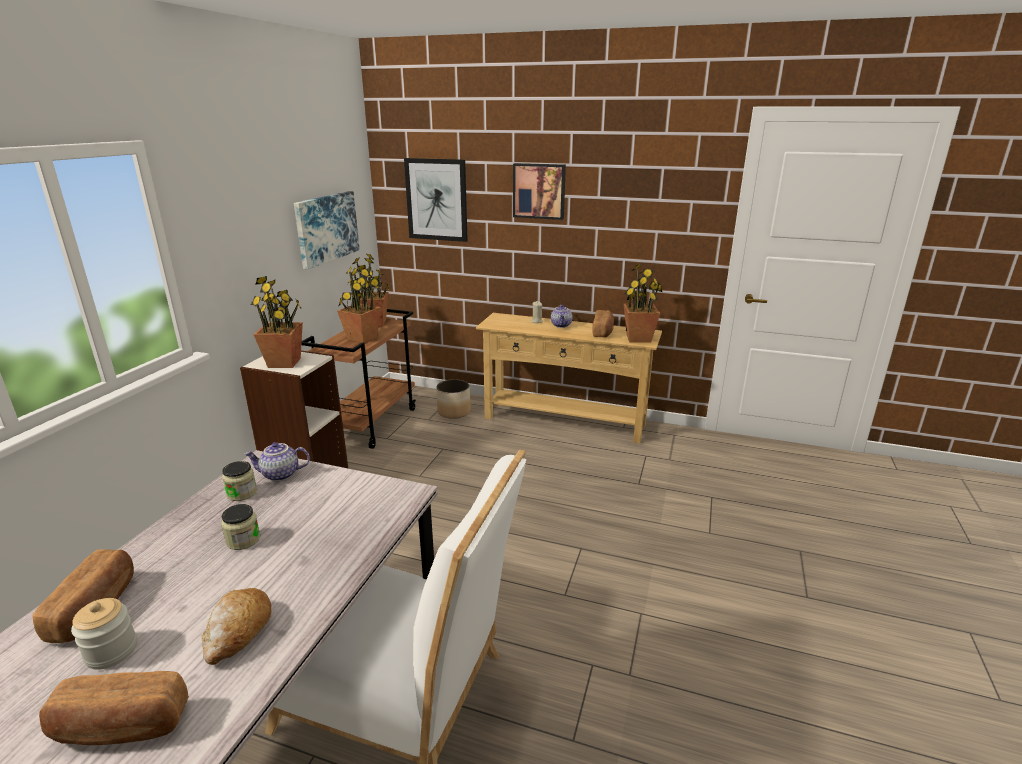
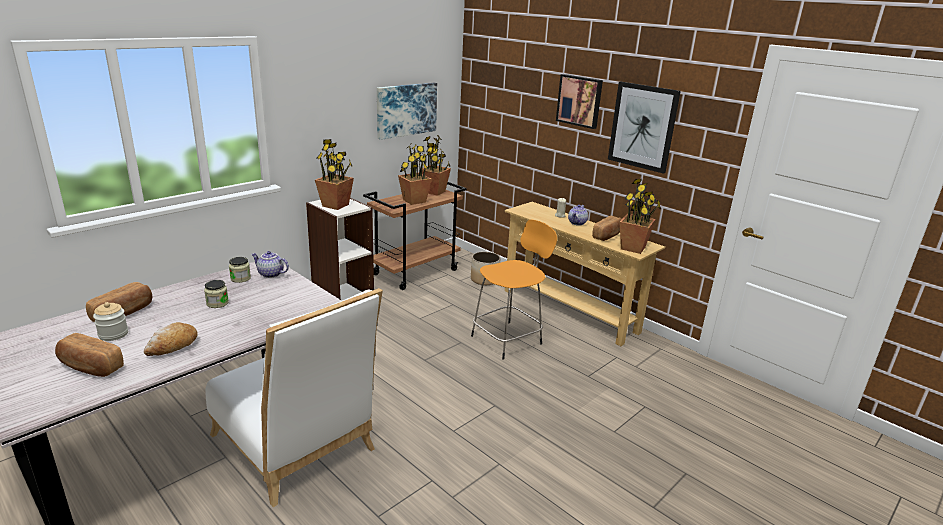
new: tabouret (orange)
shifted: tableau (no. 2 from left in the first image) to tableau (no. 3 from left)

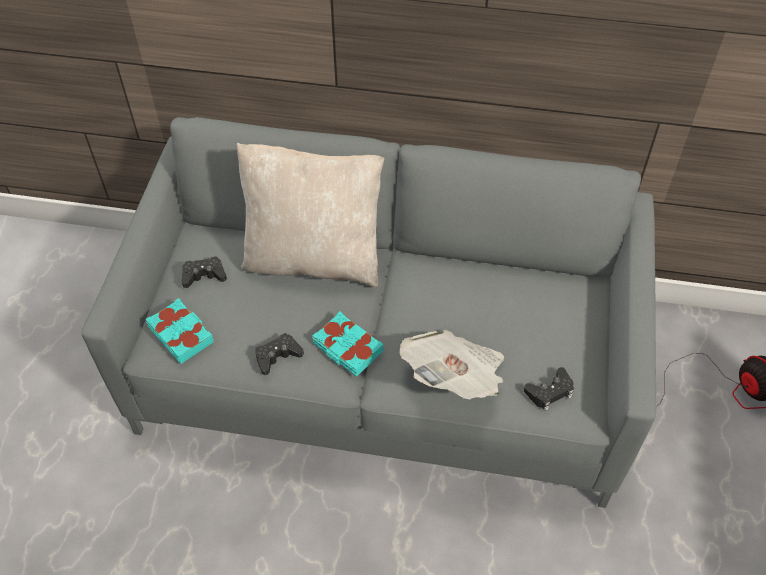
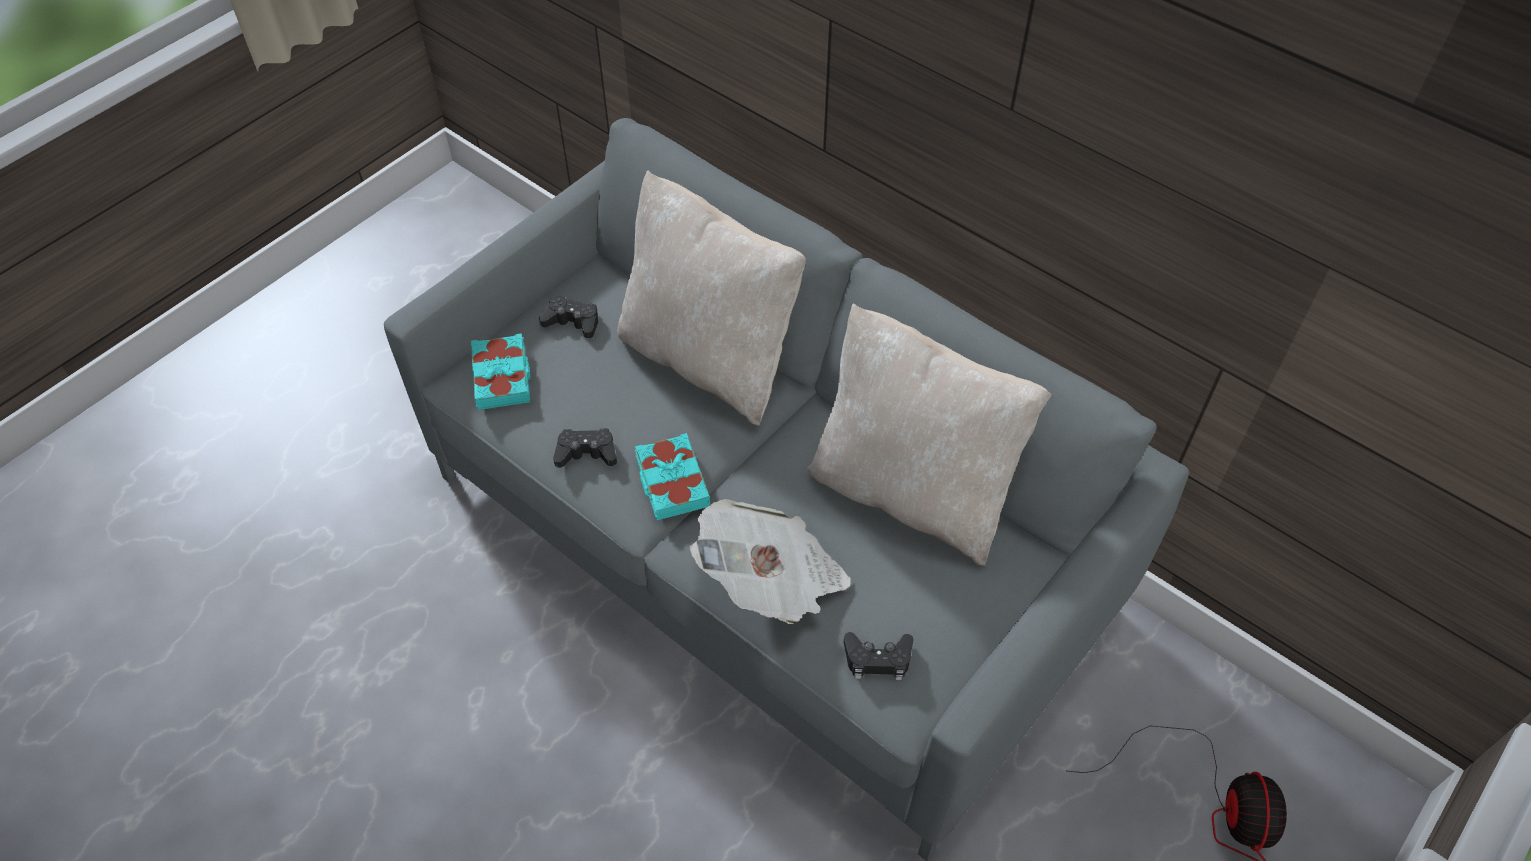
new: coussin (beige) (no. 2 from left)

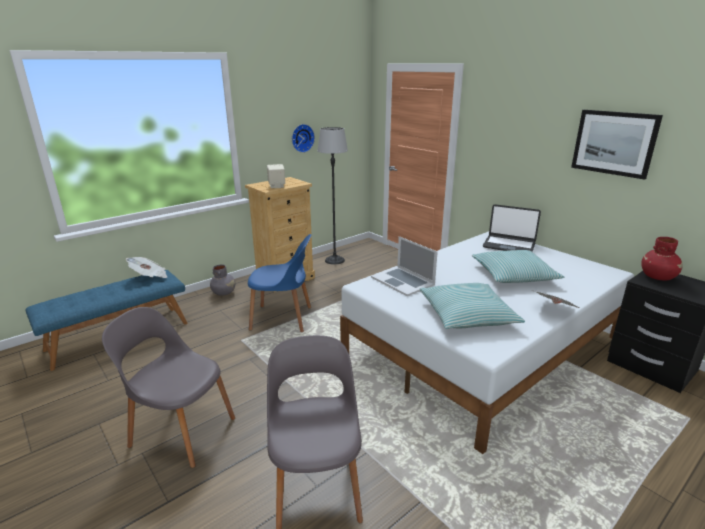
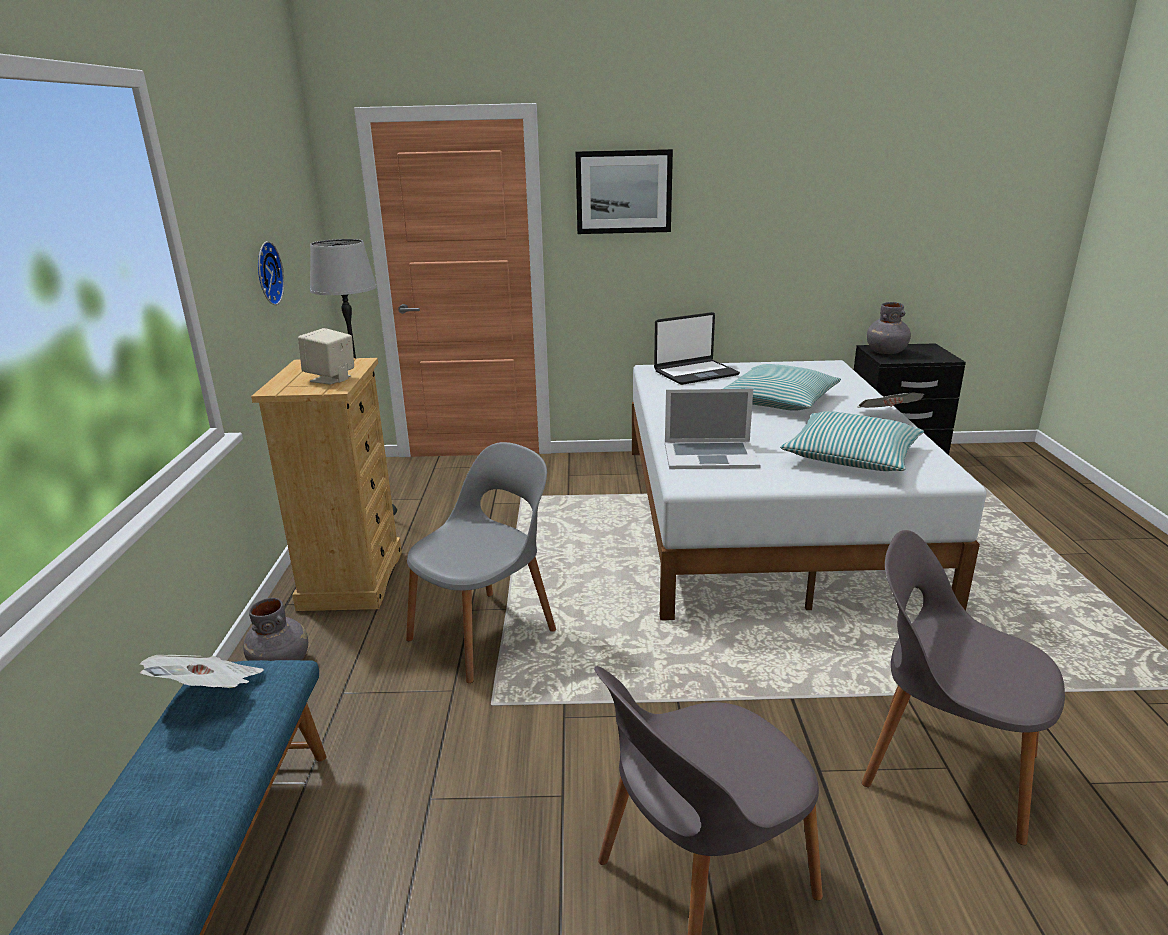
shifted: tableau
repainted: chaise (bleu) to chaise (gris) (no. 1 from left); vase (rouge) to vase (gris) (no. 2 from left)

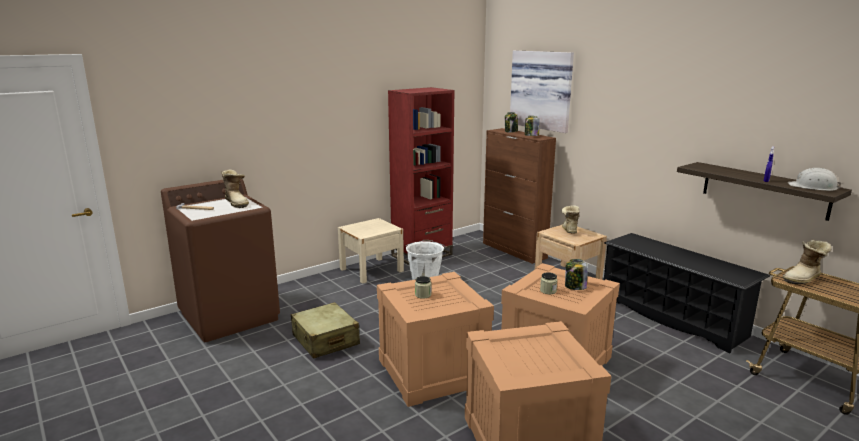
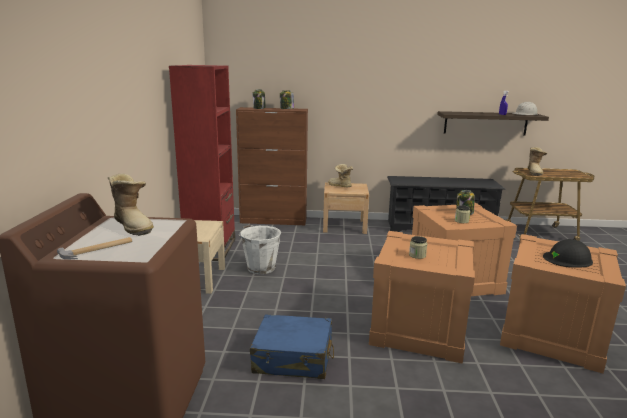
gone: tableau
new: casque de chantier (noir)
repainted: valise (beige) to valise (bleu)
rotated: botte (no. 1 from left) 45 degrees clockwise

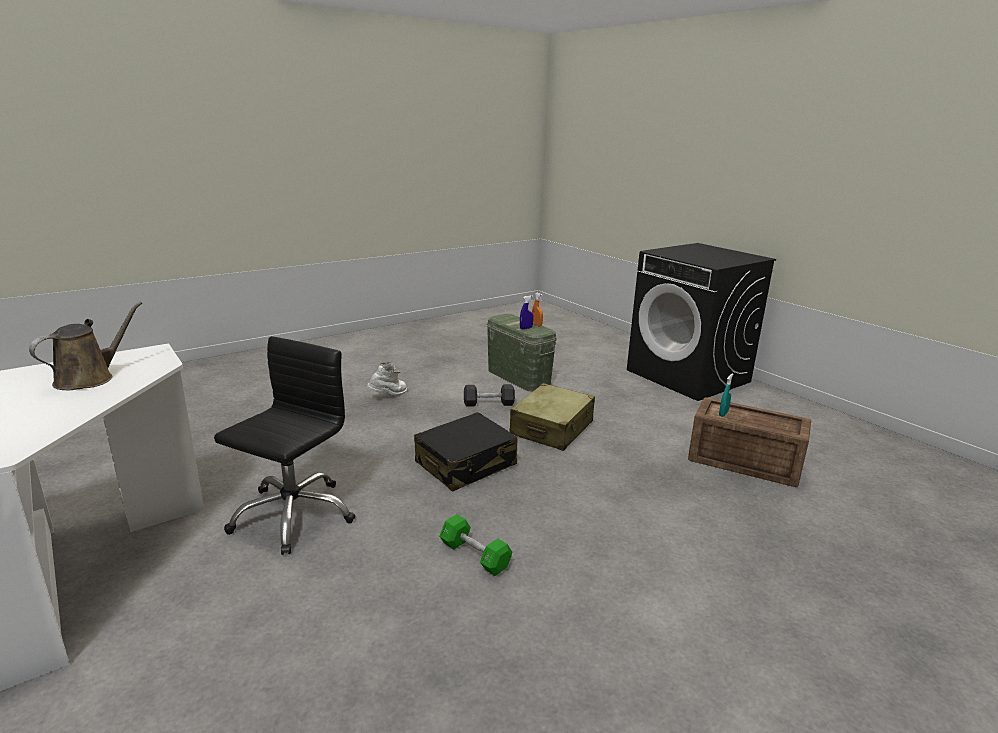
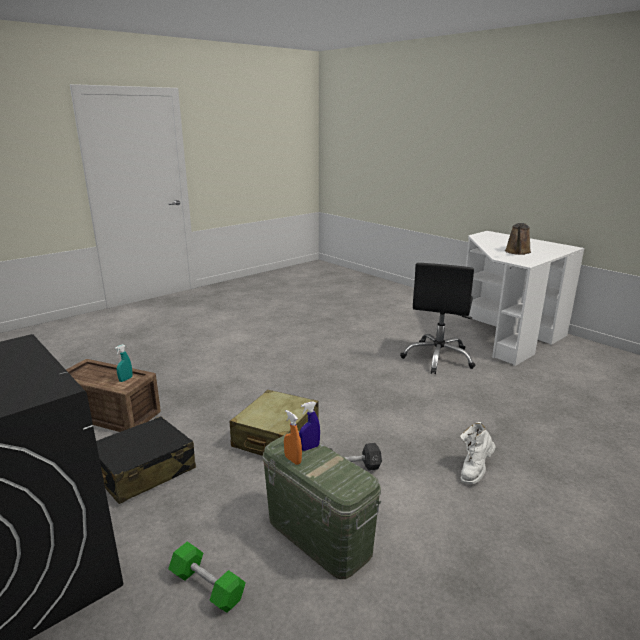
shifted: valise (noir); haltère (vert)

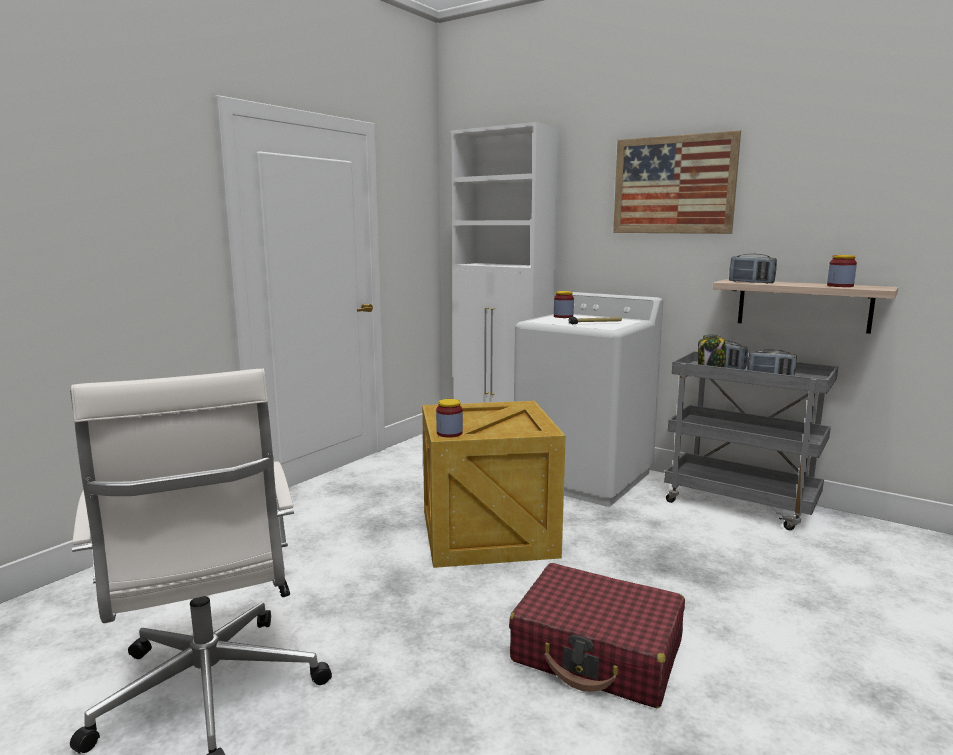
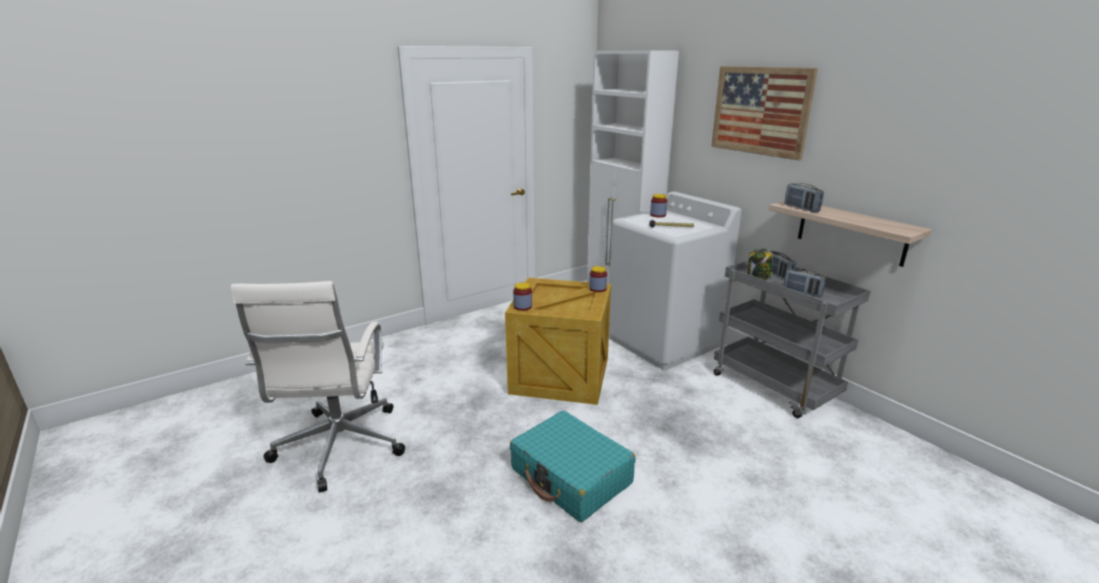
shifted: bocal (no. 4 from left in the first image) to bocal (no. 2 from left)
repainted: valise (rouge) to valise (turquoise)

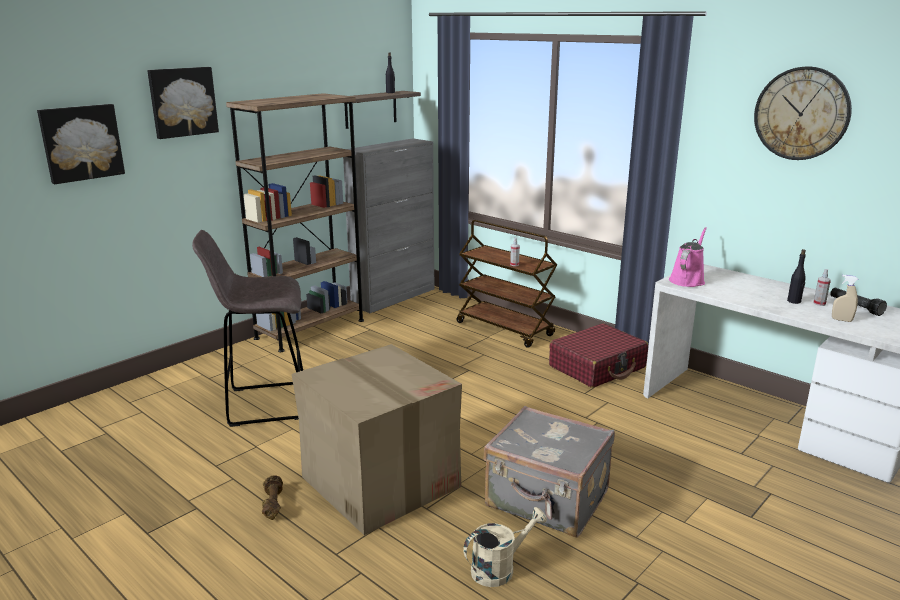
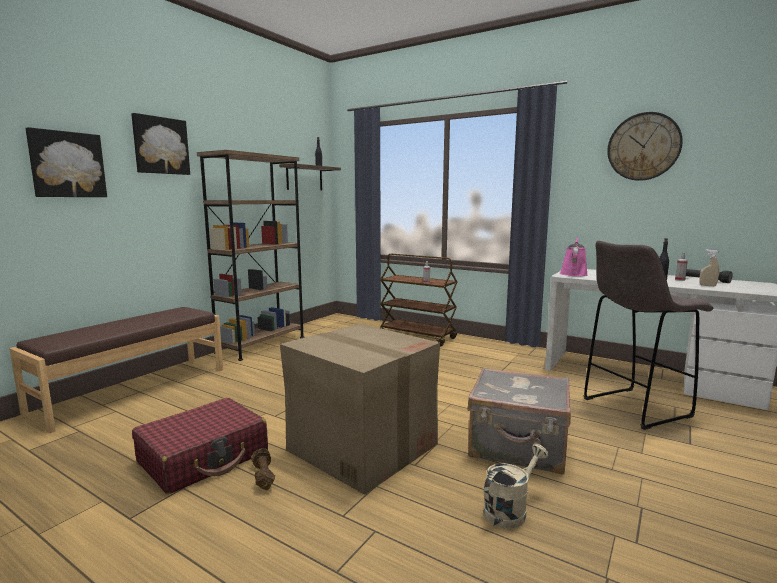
gone: meuble de rangement (gris)
new: banc (marron)
shifted: tabouret (gris); valise (rouge)

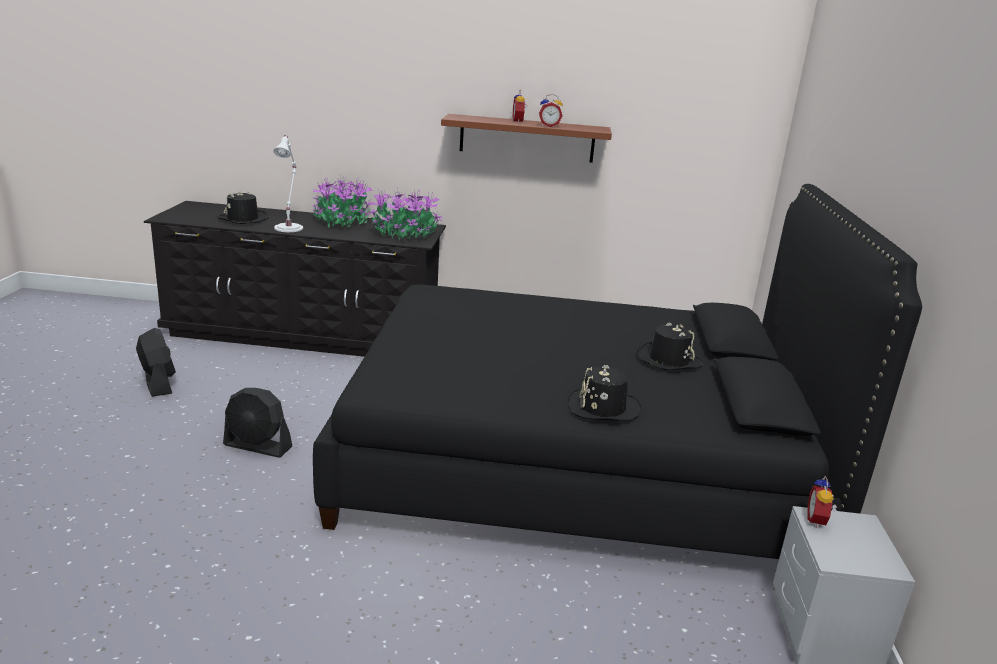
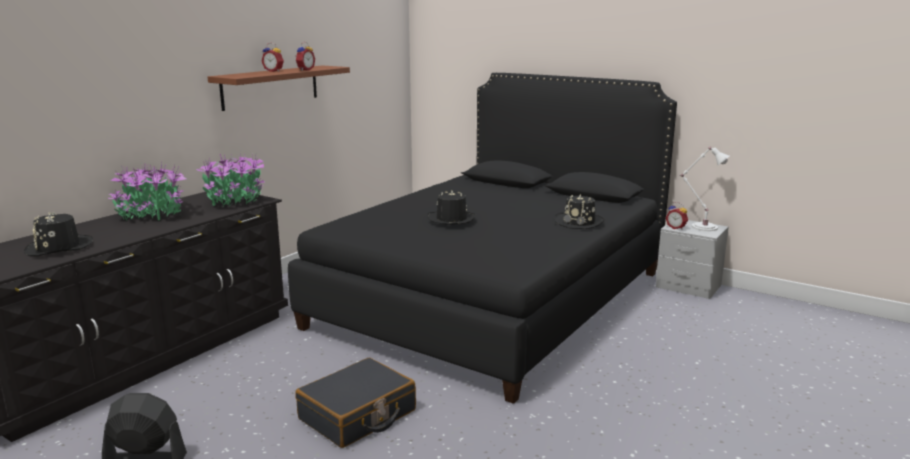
shifted: lampe de table (blanc); chapeau (noir) (no. 3 from left in the first image) to chapeau (noir) (no. 2 from left)
swapped: ventilateur (noir) (no. 2 from left) to valise (noir)

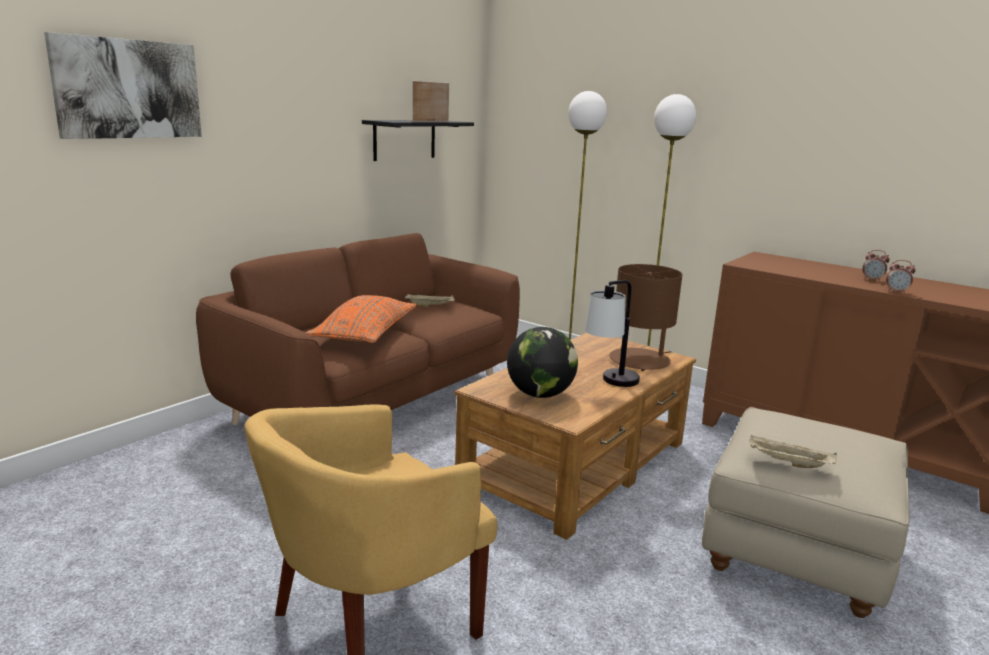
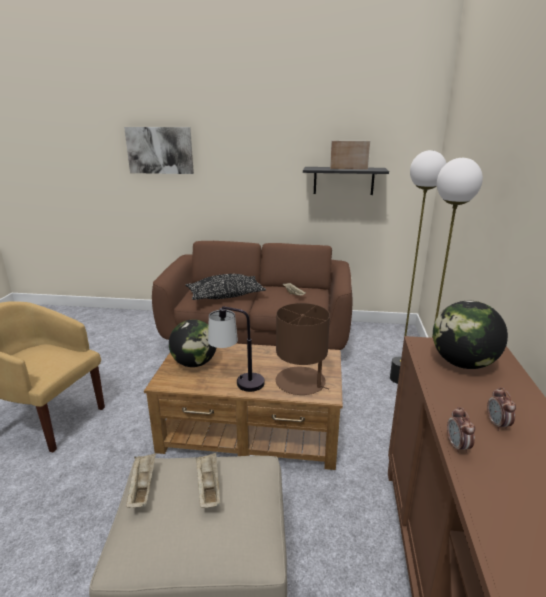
new: plateau (beige) (no. 2 from left); globe (no. 2 from left)
repainted: coussin (orange) to coussin (noir)

